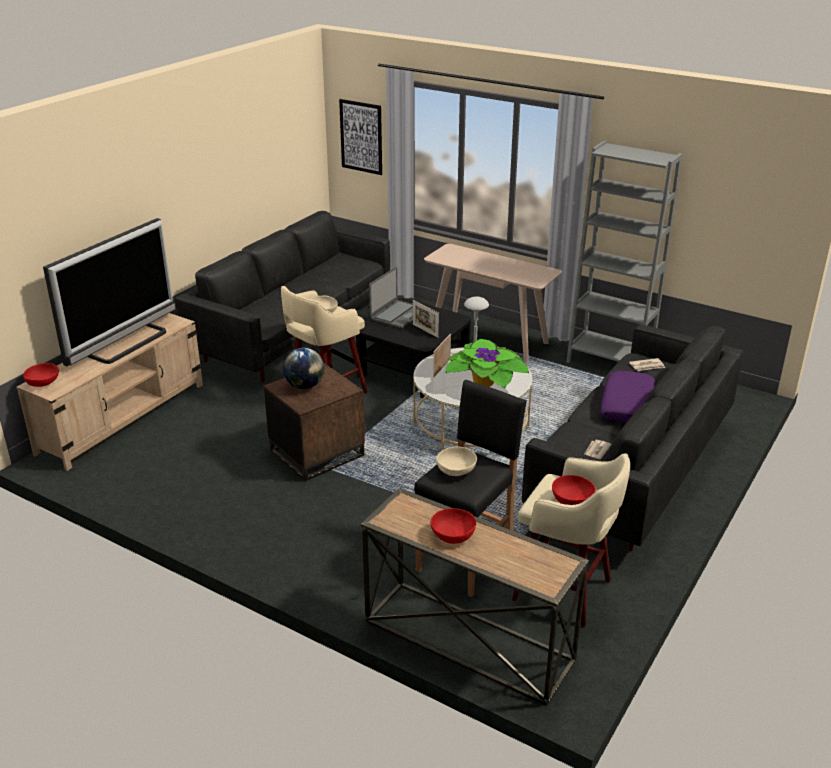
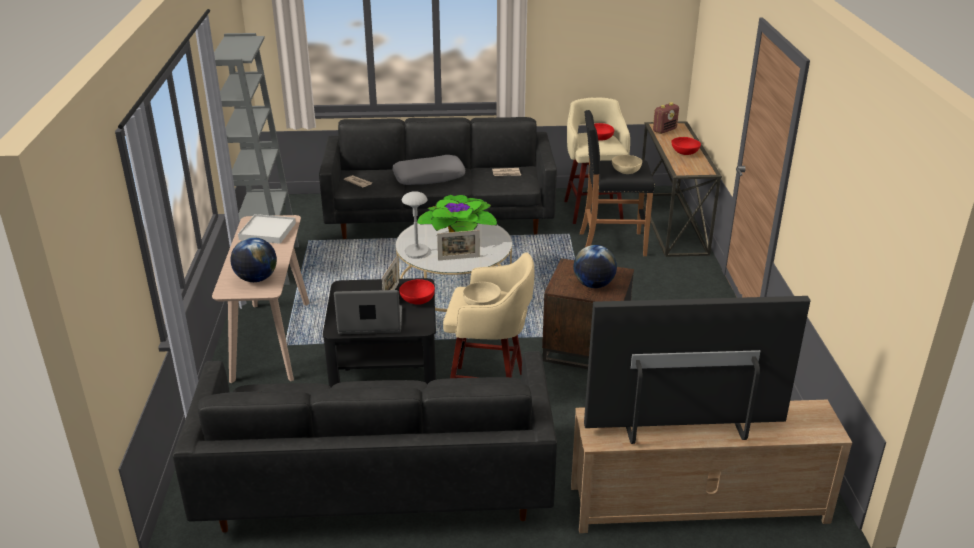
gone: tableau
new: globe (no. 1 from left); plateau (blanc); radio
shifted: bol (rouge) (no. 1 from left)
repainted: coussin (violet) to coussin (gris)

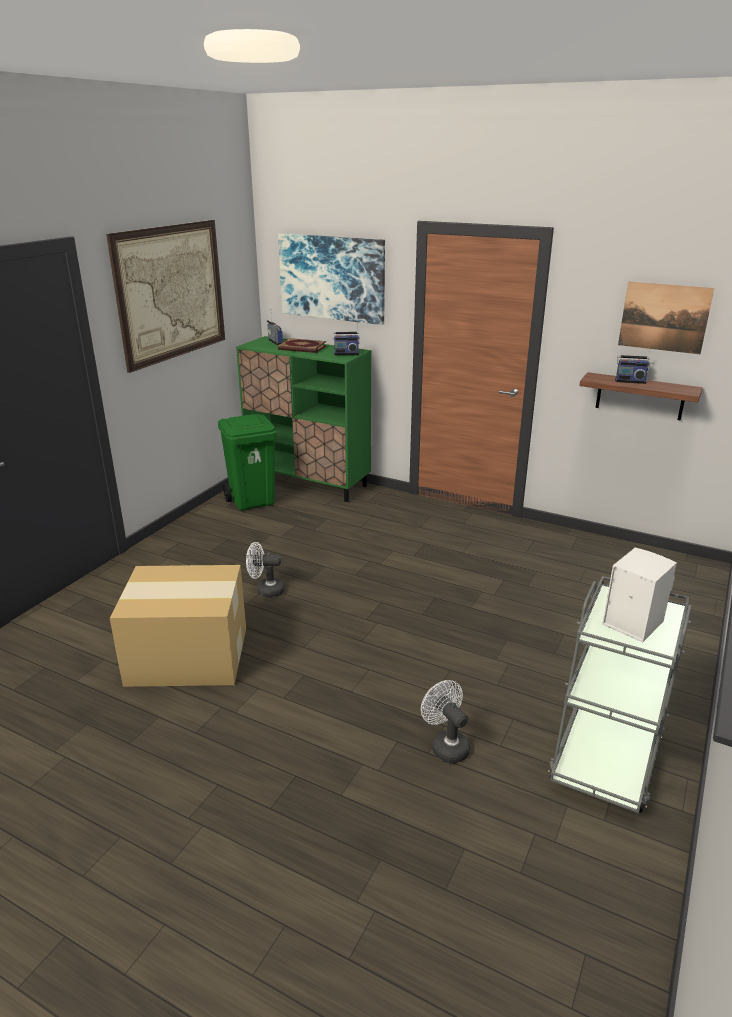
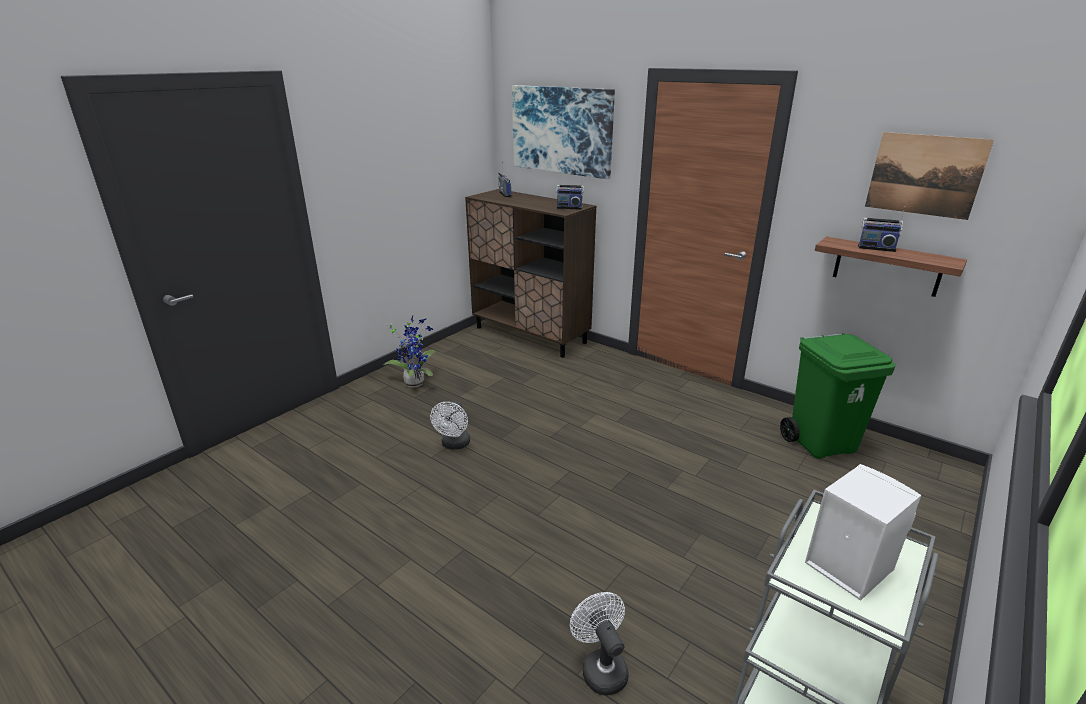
gone: tableau (no. 1 from left); carton; livre
new: plante en pot
shifted: poubelle (vert)
repainted: meuble de rangement (vert) to meuble de rangement (marron)
rotated: ventilateur (blanc) (no. 1 from left) 90 degrees counterclockwise

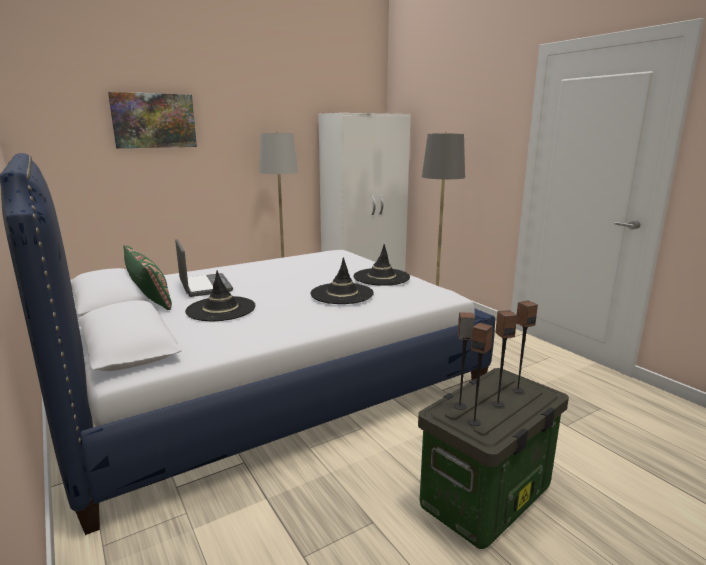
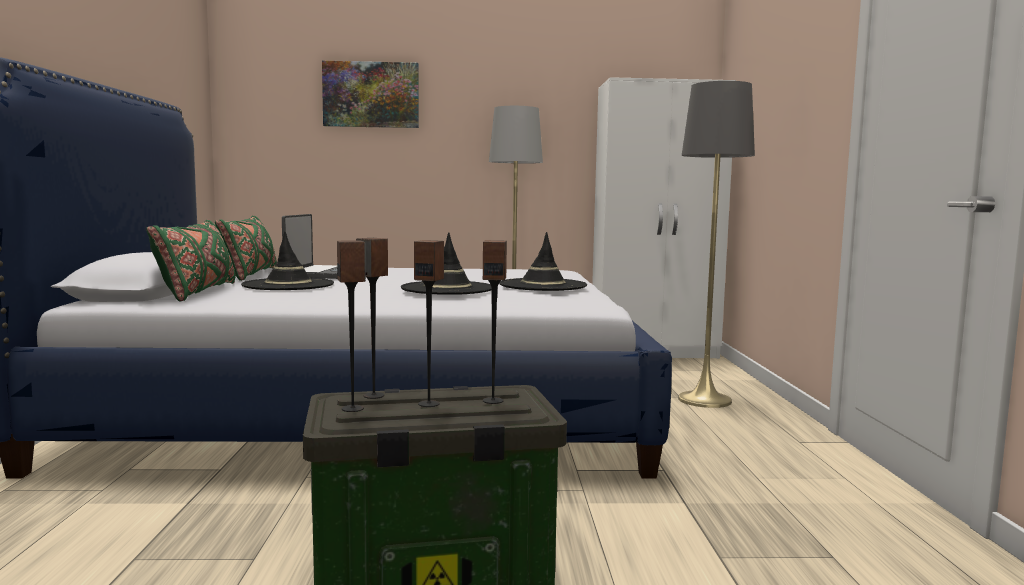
new: coussin (vert) (no. 1 from left)

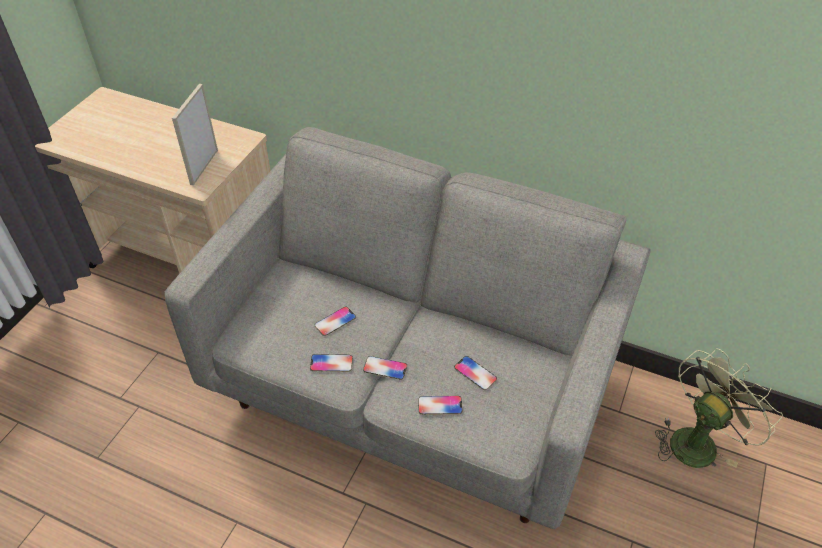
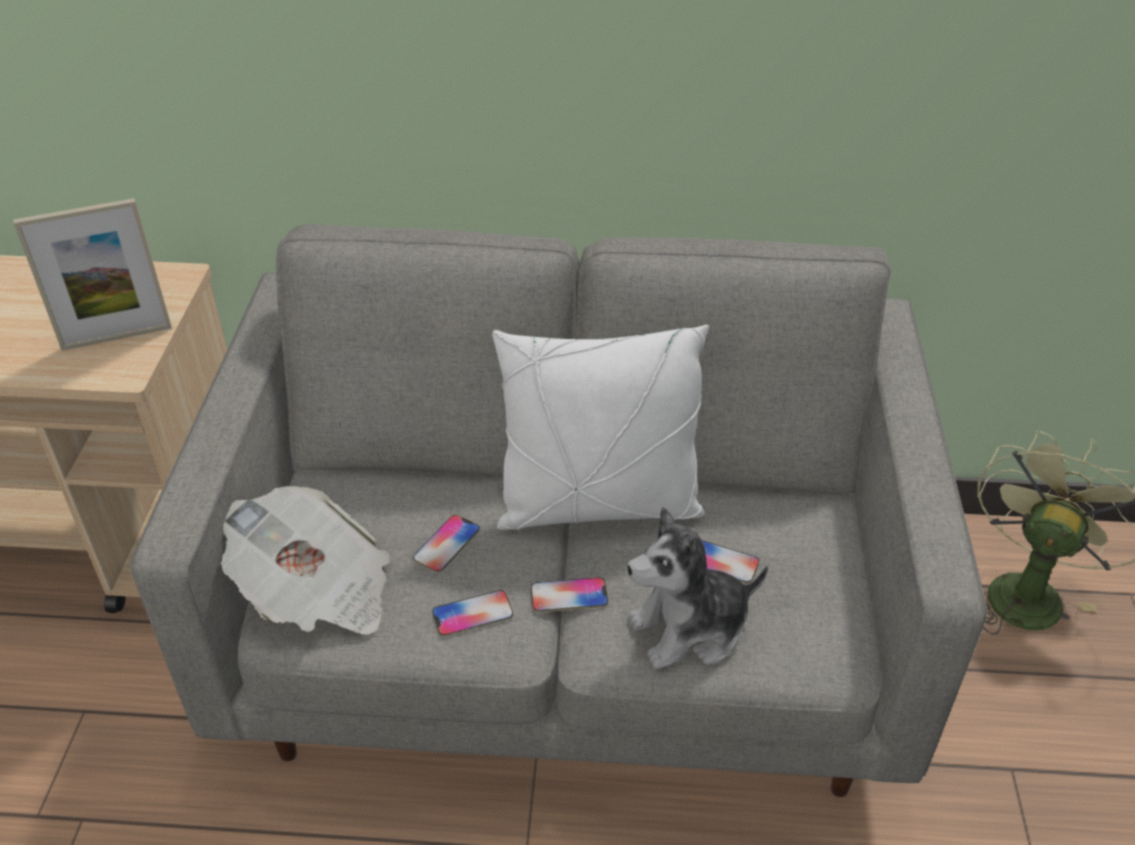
new: journal; coussin (blanc)
swapped: téléphone (no. 4 from left) to peluche
rotated: cadre photo 105 degrees counterclockwise

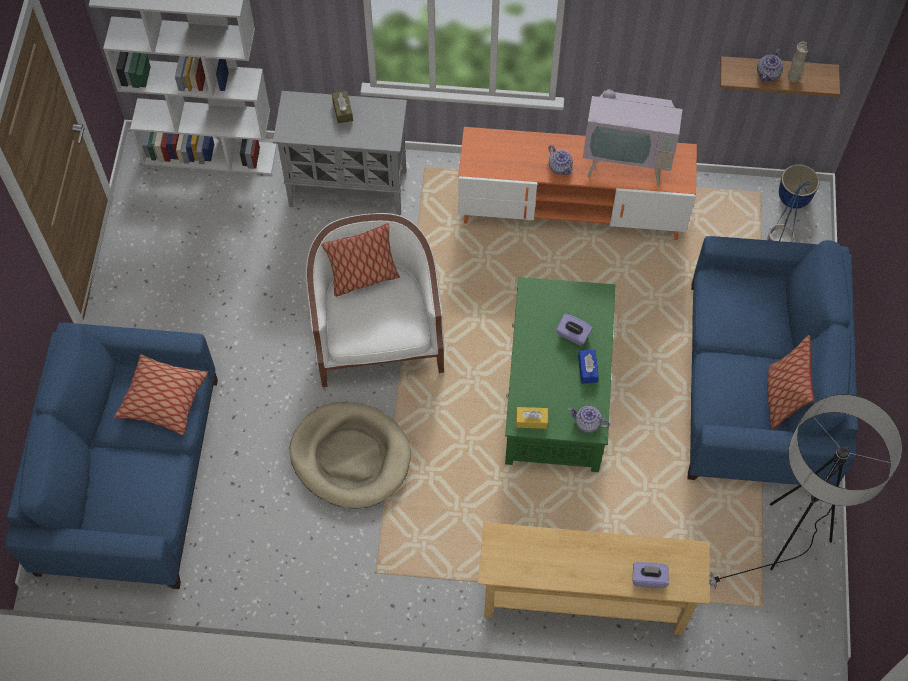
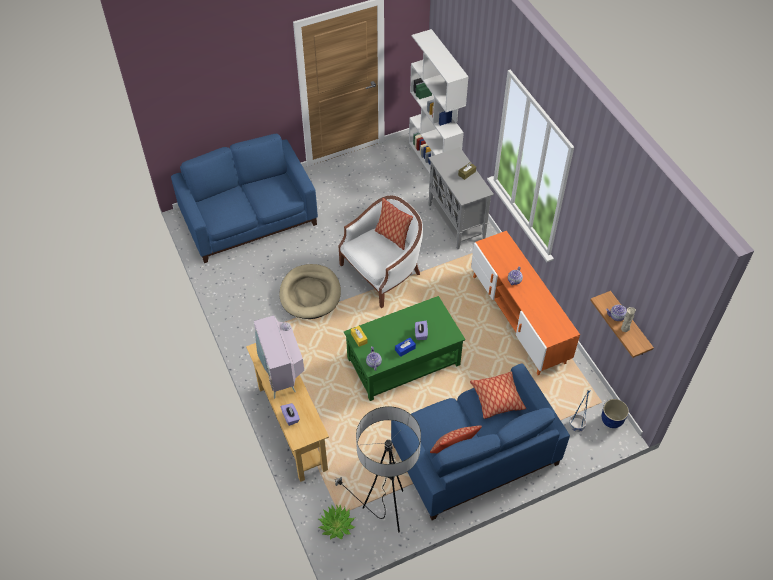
new: plante en pot
shifted: coussin (no. 1 from left in the first image) to coussin (no. 3 from left); téléviseur

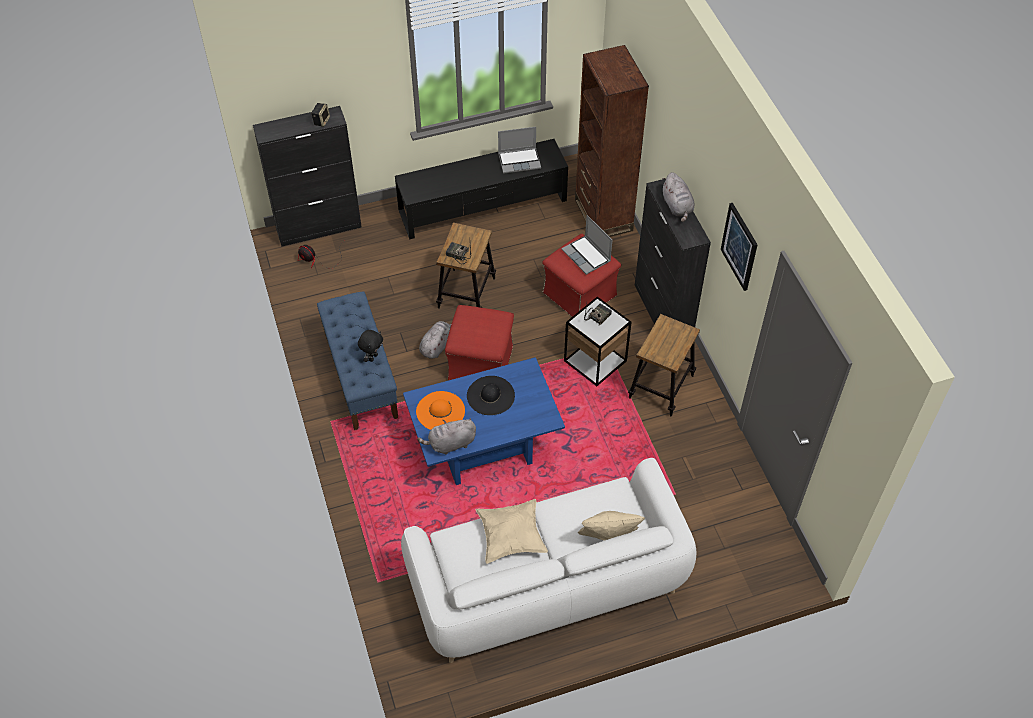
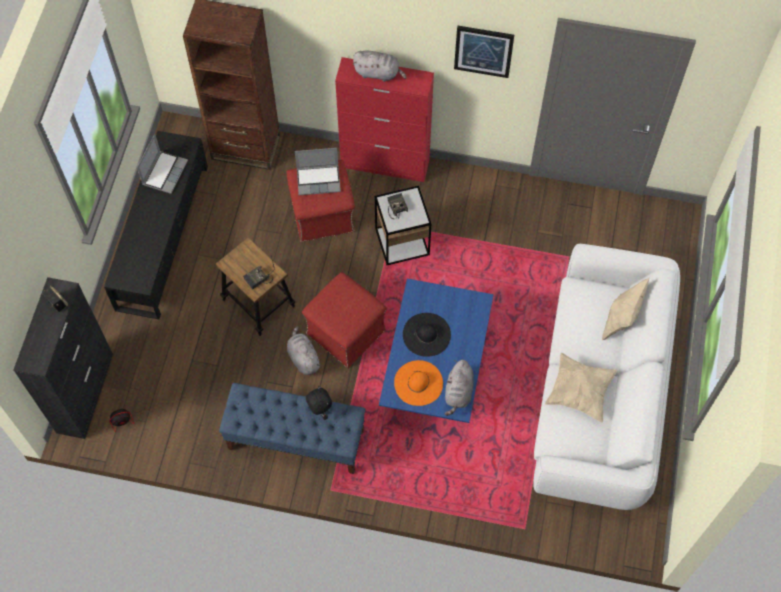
gone: tabouret (no. 2 from left)
repainted: meuble de rangement (noir) (no. 2 from left) to meuble de rangement (rouge)

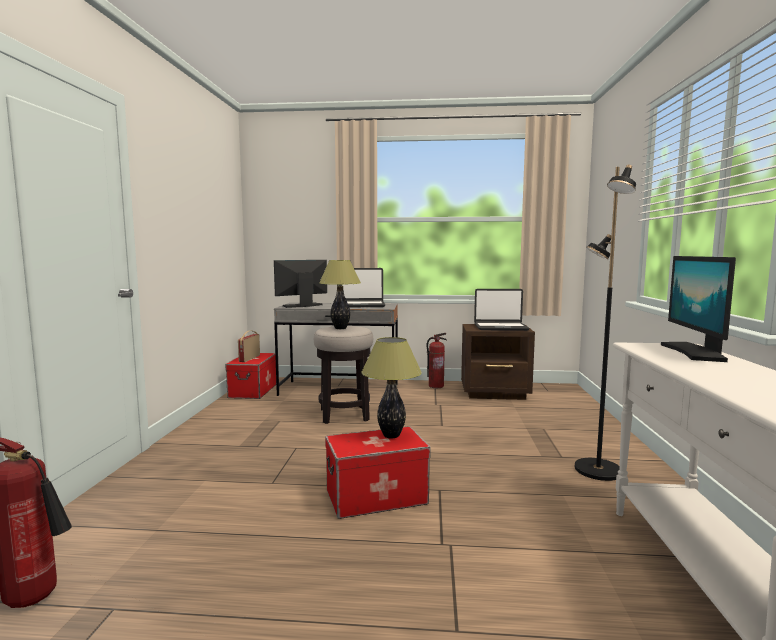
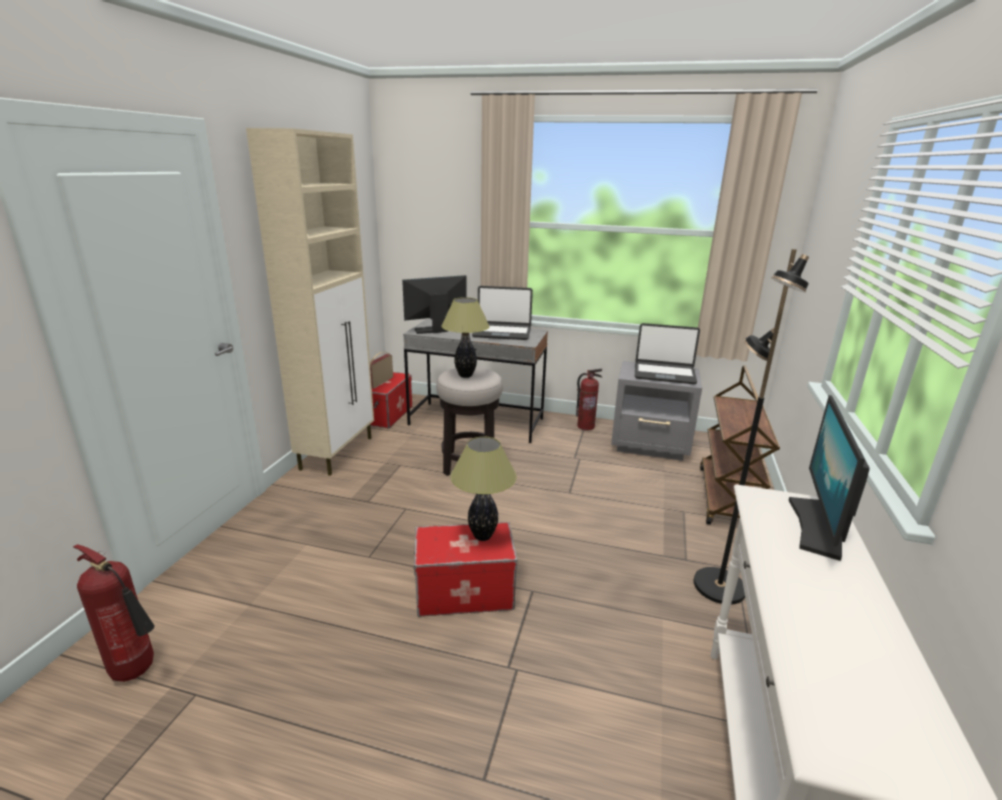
new: meuble de rangement (beige); chariot (marron)
repainted: table de chevet (marron) to table de chevet (gris)

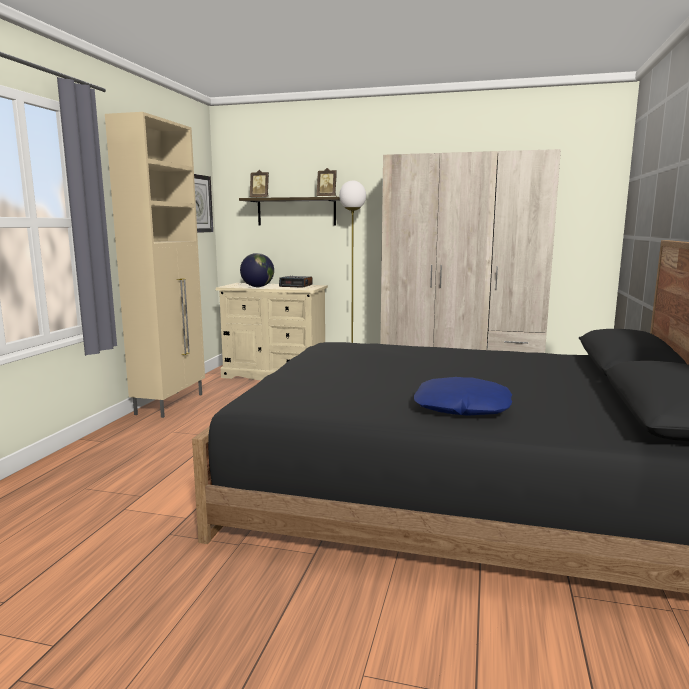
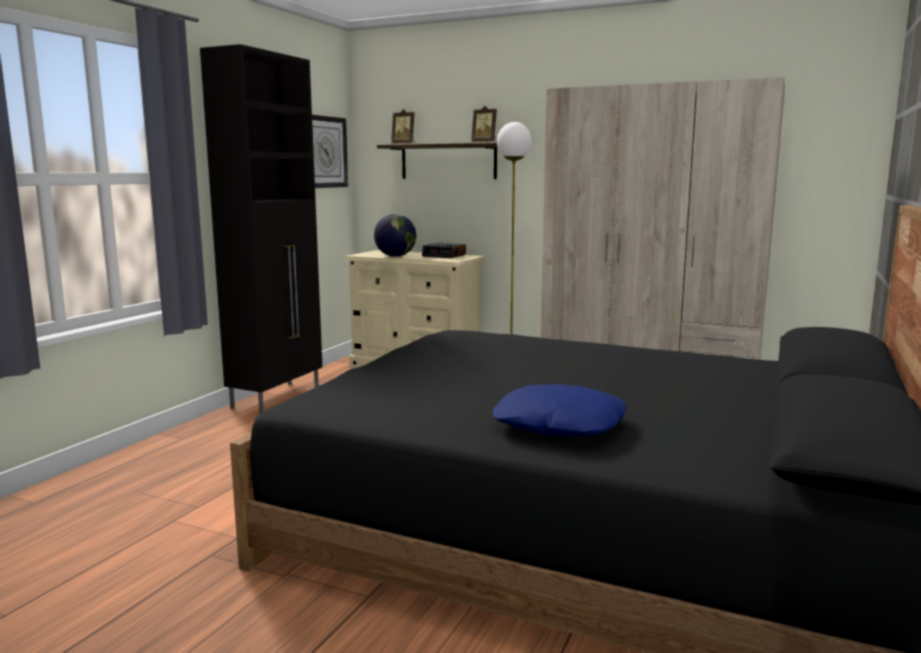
repainted: meuble de rangement (beige) to meuble de rangement (noir)

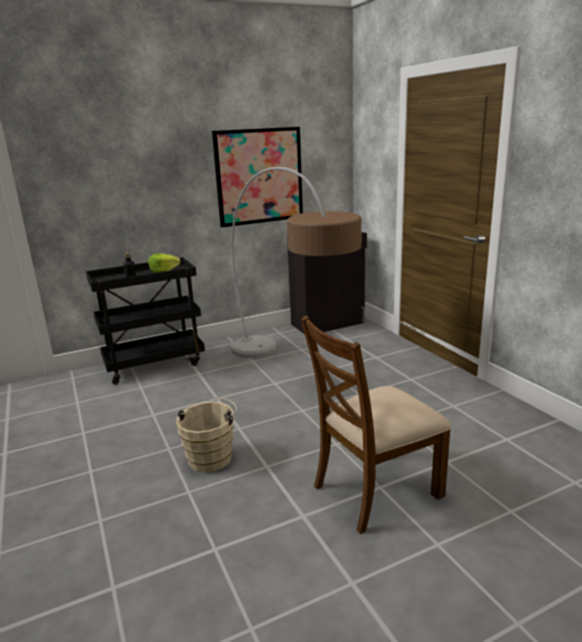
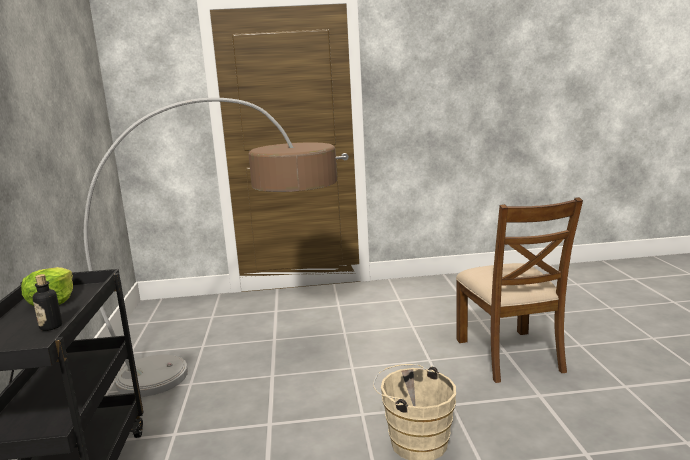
gone: tableau; meuble de rangement (noir)

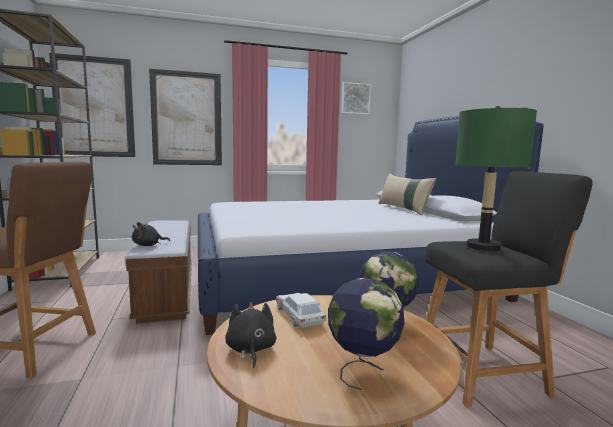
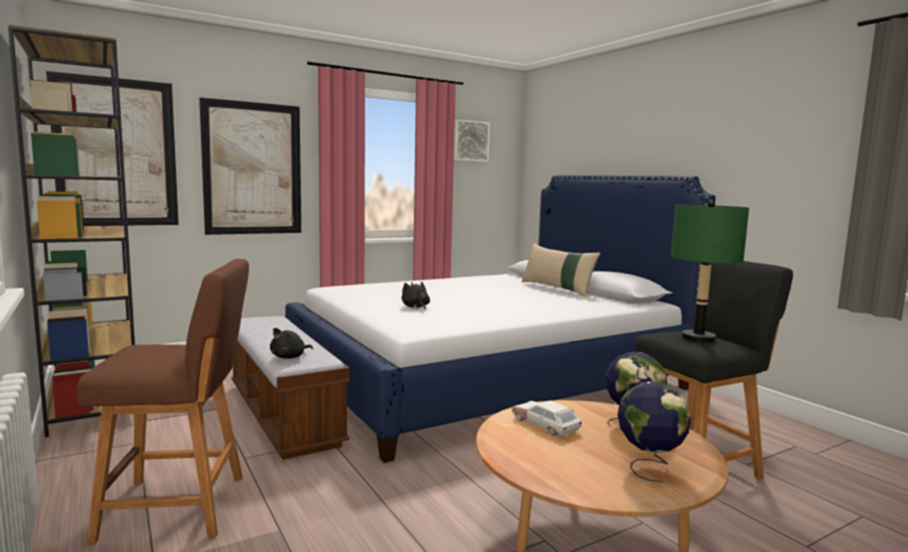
shifted: peluche (noir) (no. 2 from left)

